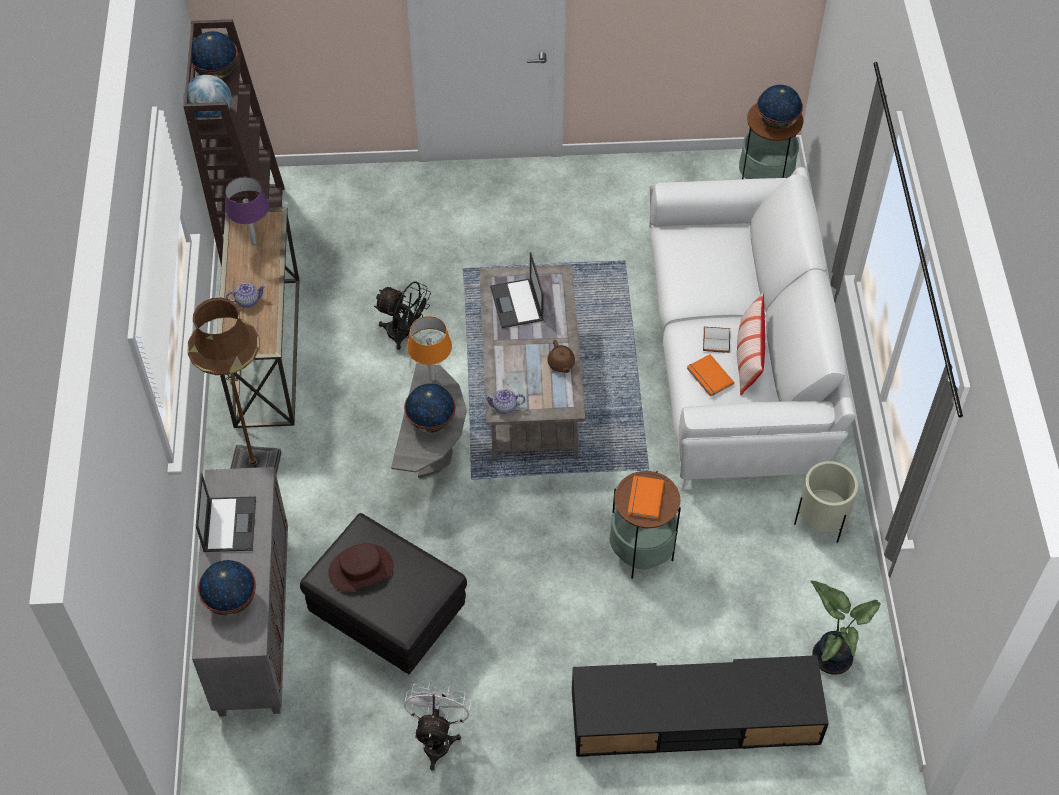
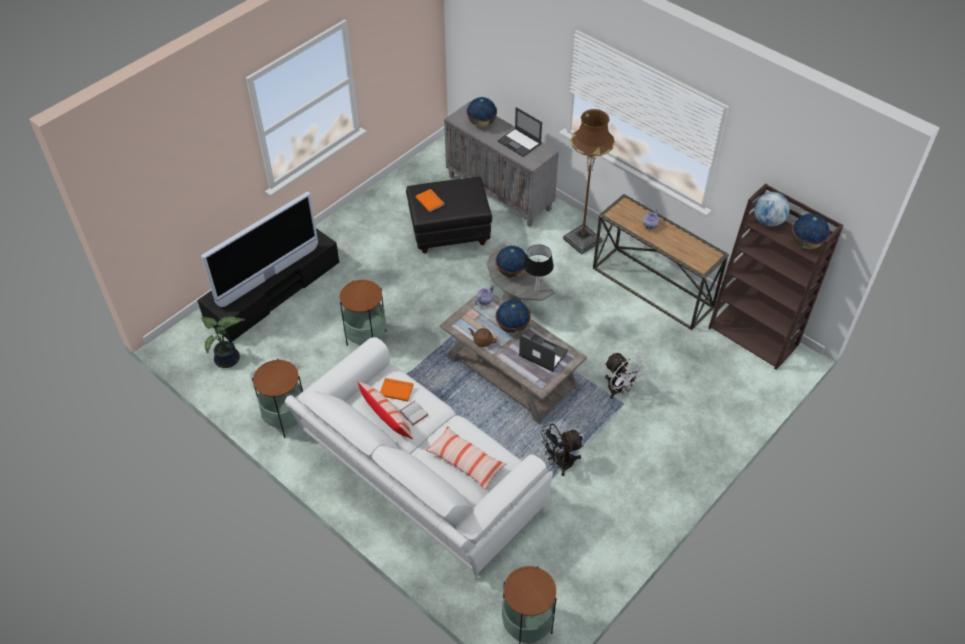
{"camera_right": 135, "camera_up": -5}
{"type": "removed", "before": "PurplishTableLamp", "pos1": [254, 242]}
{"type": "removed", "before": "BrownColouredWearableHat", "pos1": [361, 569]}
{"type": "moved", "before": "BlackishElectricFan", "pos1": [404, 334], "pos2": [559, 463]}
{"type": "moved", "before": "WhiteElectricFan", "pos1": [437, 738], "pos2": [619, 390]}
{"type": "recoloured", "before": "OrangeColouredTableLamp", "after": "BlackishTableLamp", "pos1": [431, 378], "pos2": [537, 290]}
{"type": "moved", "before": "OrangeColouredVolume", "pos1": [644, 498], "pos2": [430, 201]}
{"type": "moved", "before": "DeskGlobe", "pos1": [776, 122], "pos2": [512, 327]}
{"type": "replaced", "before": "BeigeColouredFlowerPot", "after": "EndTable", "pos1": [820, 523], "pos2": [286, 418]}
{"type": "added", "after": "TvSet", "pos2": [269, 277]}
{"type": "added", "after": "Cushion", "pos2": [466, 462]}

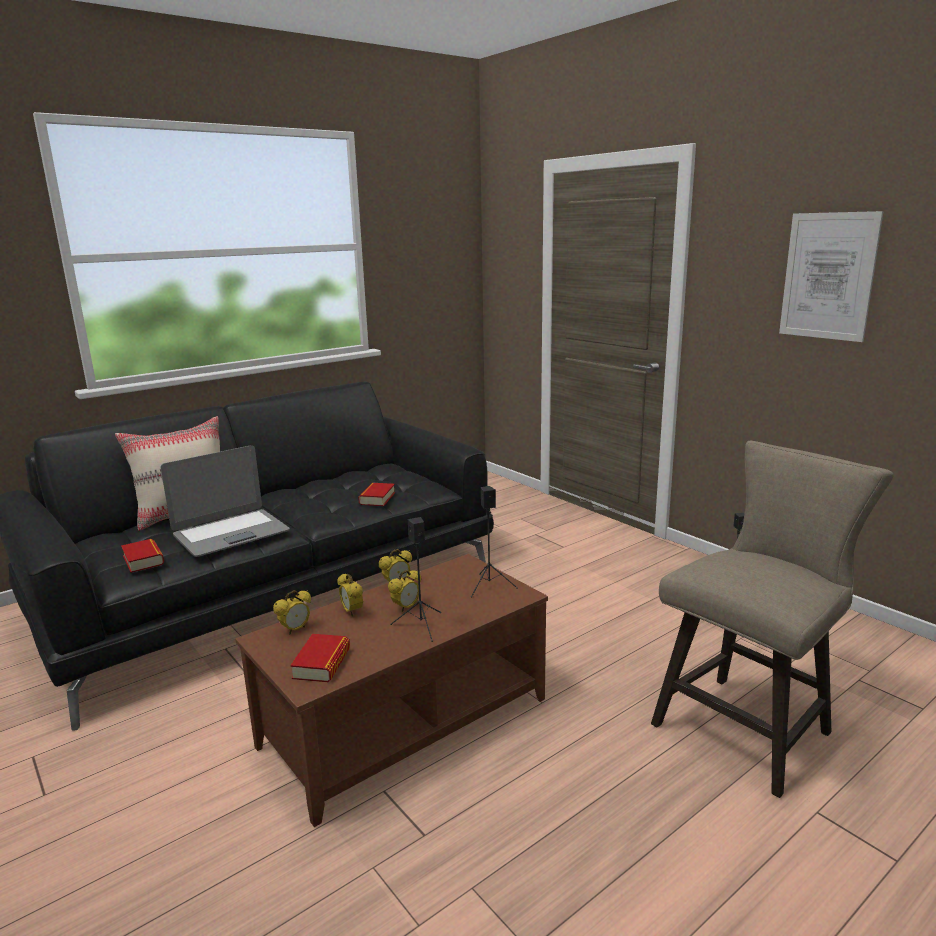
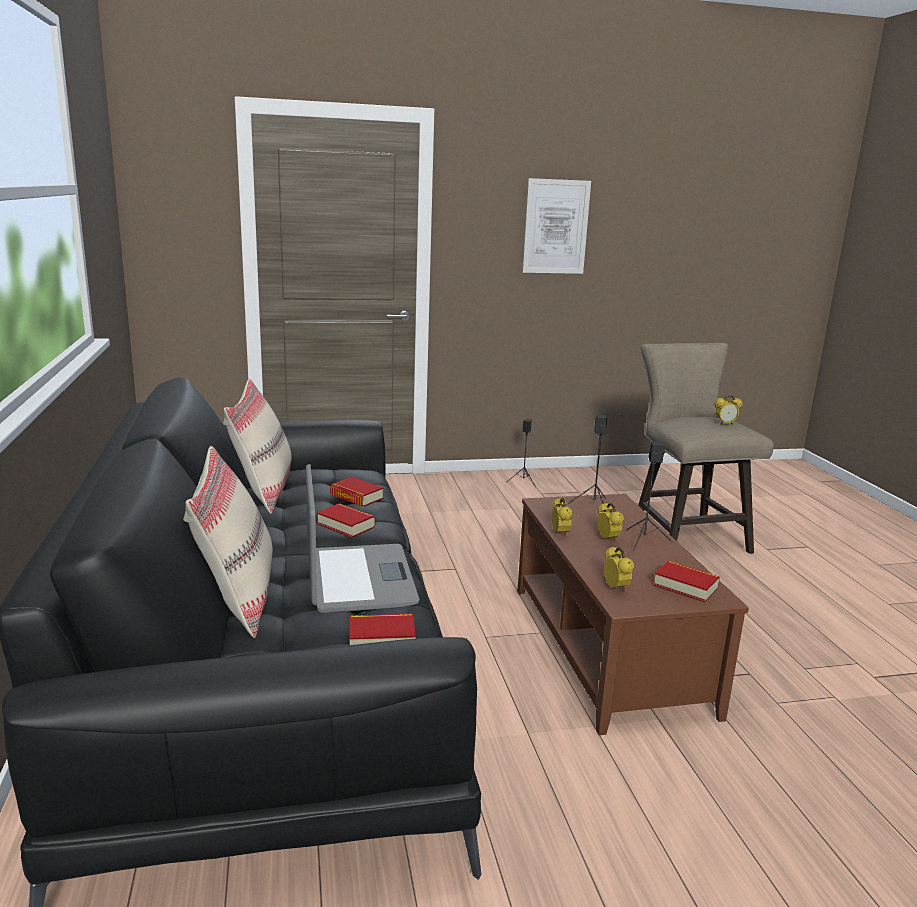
{"camera_right": -65, "camera_up": 0}
{"type": "moved", "before": "TableClock", "pos1": [352, 612], "pos2": [725, 424]}
{"type": "added", "after": "BeigeColouredCushion", "pos2": [262, 491]}
{"type": "added", "after": "Volume", "pos2": [346, 525]}

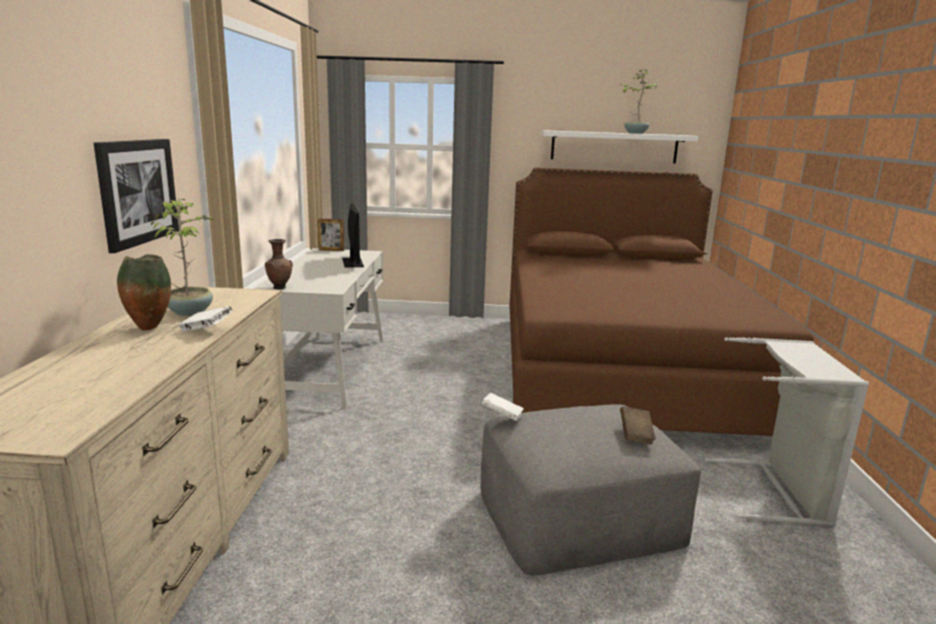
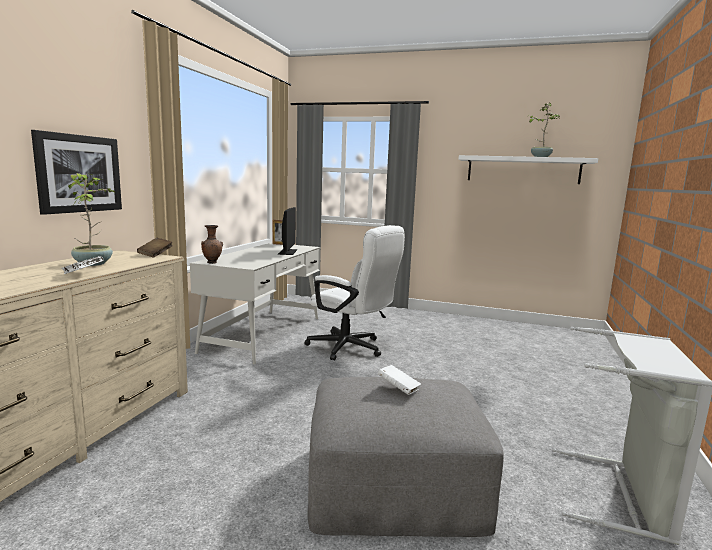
{"camera_right": 15, "camera_up": -5}
{"type": "removed", "before": "FlowerVase", "pos1": [149, 328]}
{"type": "moved", "before": "WhiteVolume", "pos1": [502, 416], "pos2": [398, 389]}
{"type": "removed", "before": "BrownColouredBedroomBed", "pos1": [620, 371]}
{"type": "moved", "before": "BrownColouredVolume", "pos1": [636, 435], "pos2": [155, 255]}
{"type": "added", "after": "WhiteComputerChair", "pos2": [351, 348]}

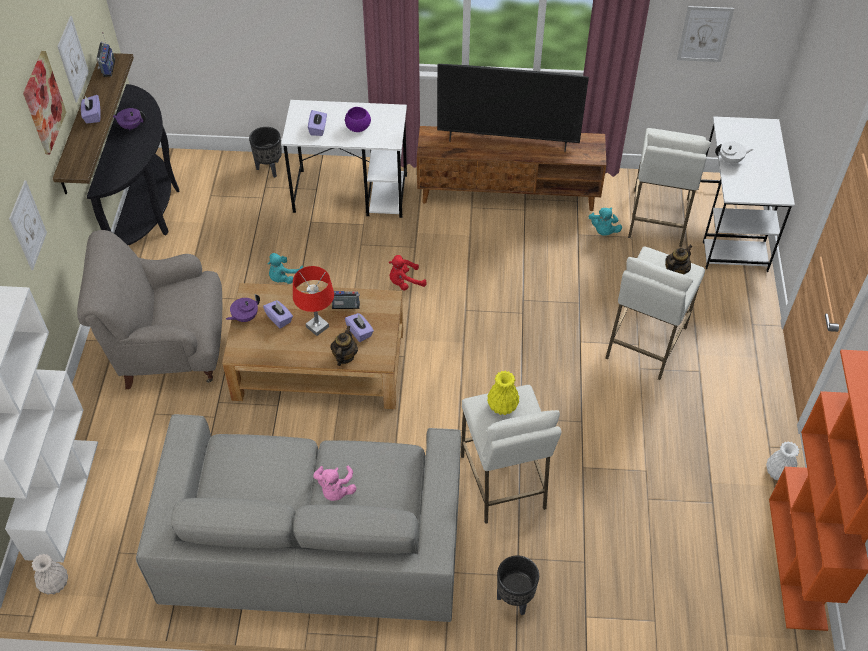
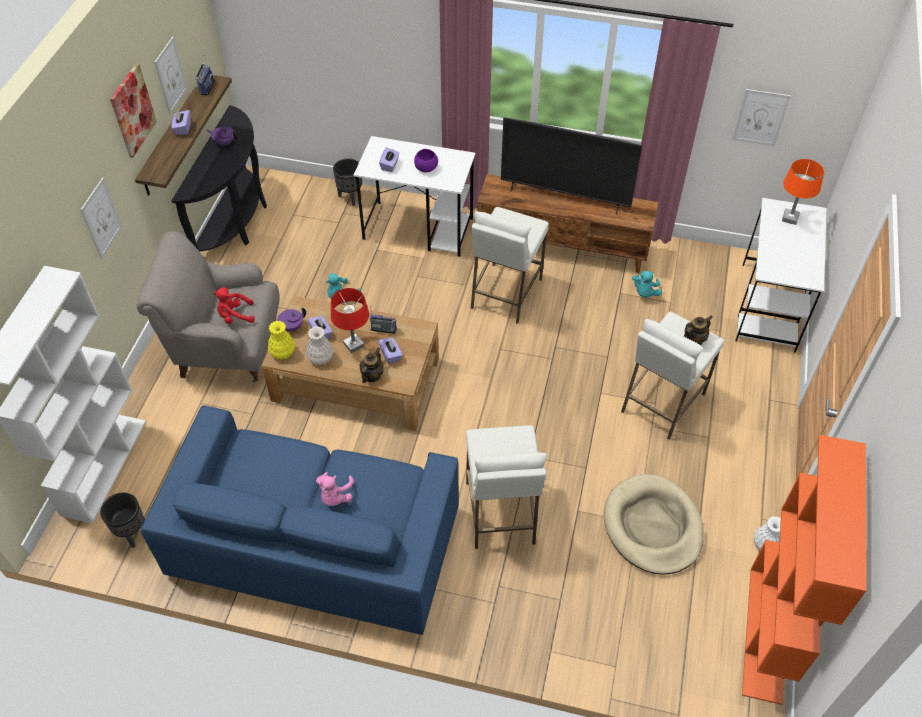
{"camera_right": 10, "camera_up": 0}
{"type": "moved", "before": "WhiteFlowerVase", "pos1": [55, 583], "pos2": [321, 358]}
{"type": "recoloured", "before": "GreyishCouch", "after": "BluishCouch", "pos1": [313, 543], "pos2": [315, 542]}
{"type": "moved", "before": "RedColouredCuddlyToy", "pos1": [405, 282], "pos2": [235, 316]}
{"type": "moved", "before": "YellowishFlowerVase", "pos1": [502, 405], "pos2": [283, 352]}
{"type": "moved", "before": "BlackishFlowerPot", "pos1": [514, 599], "pos2": [132, 533]}
{"type": "moved", "before": "WhiteStool", "pos1": [658, 218], "pos2": [505, 293]}
{"type": "removed", "before": "WhiteTeapot", "pos1": [730, 160]}
{"type": "added", "after": "BeigeColouredDogCushion", "pos2": [652, 526]}
{"type": "added", "after": "OrangeColouredTableLamp", "pos2": [790, 218]}

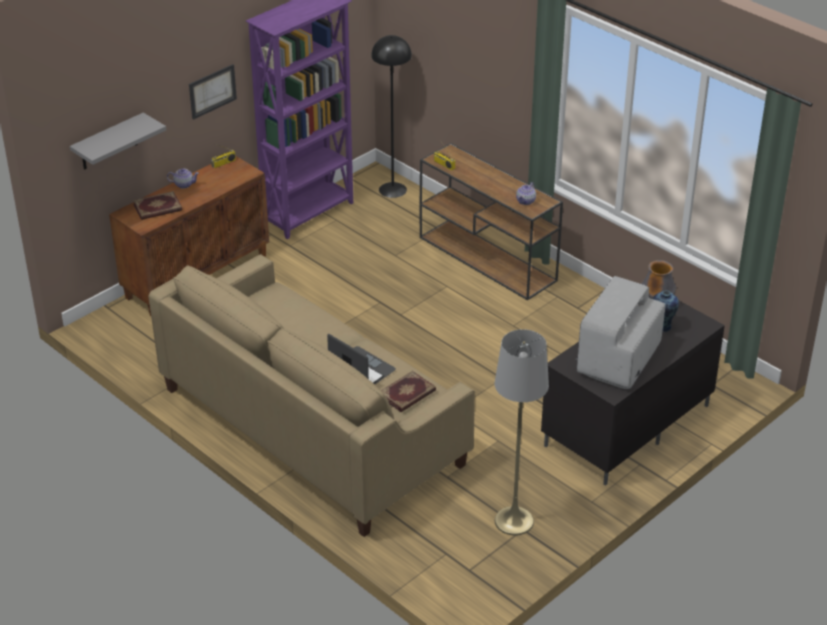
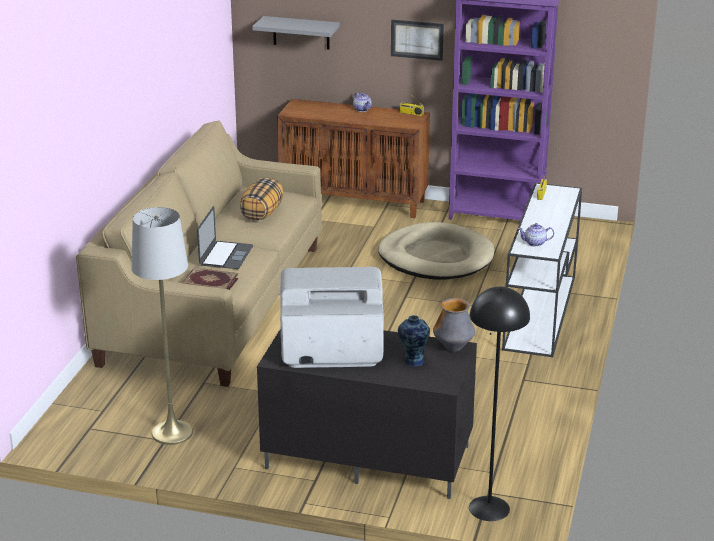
{"camera_right": 60, "camera_up": -10}
{"type": "removed", "before": "Volume", "pos1": [158, 208]}
{"type": "moved", "before": "BlackishStandingLamp", "pos1": [392, 189], "pos2": [489, 508]}
{"type": "recoloured", "before": "BrownColouredNarrowTable", "after": "WhiteNarrowTable", "pos1": [488, 259], "pos2": [540, 313]}
{"type": "added", "after": "Cushion", "pos2": [262, 213]}
{"type": "added", "after": "BeigeColouredDogCushion", "pos2": [436, 257]}

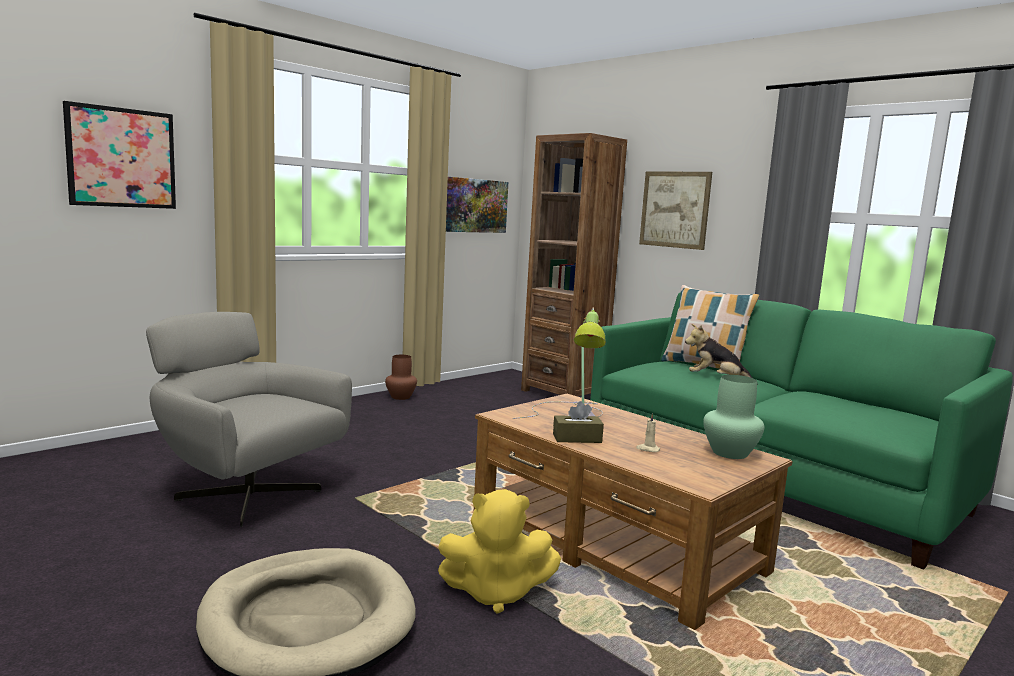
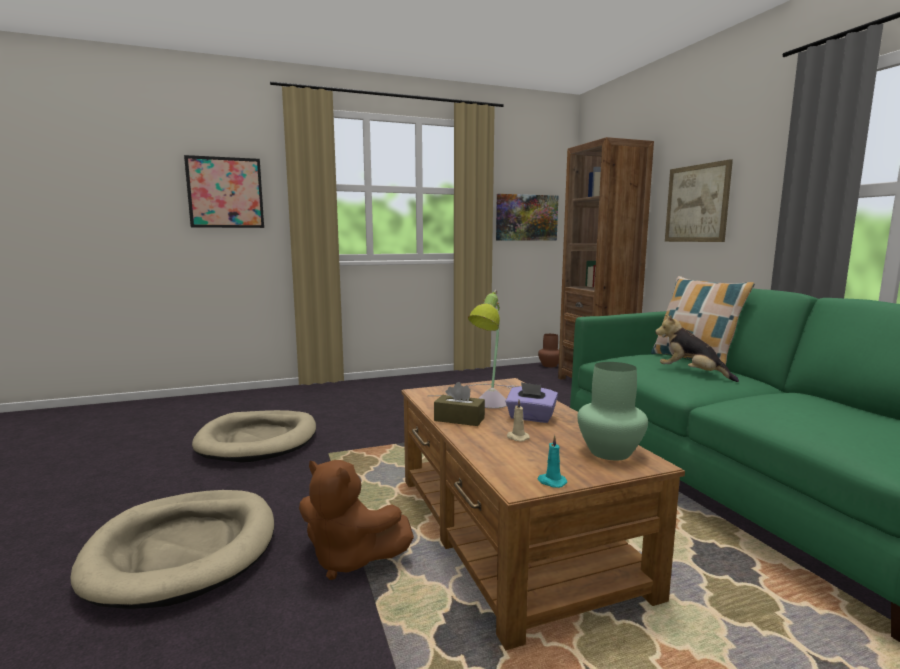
{"camera_right": 25, "camera_up": 0}
{"type": "replaced", "before": "GreyishArmchair", "after": "BeigeColouredDogCushion", "pos1": [245, 494], "pos2": [258, 440]}
{"type": "moved", "before": "BrownColouredFlowerVase", "pos1": [401, 397], "pos2": [550, 365]}
{"type": "recoloured", "before": "YellowishCuddlyToy", "after": "BrownColouredCuddlyToy", "pos1": [495, 593], "pos2": [349, 559]}
{"type": "added", "after": "PurplishTissueBox", "pos2": [531, 417]}
{"type": "added", "after": "TurquoiseCandle", "pos2": [551, 482]}

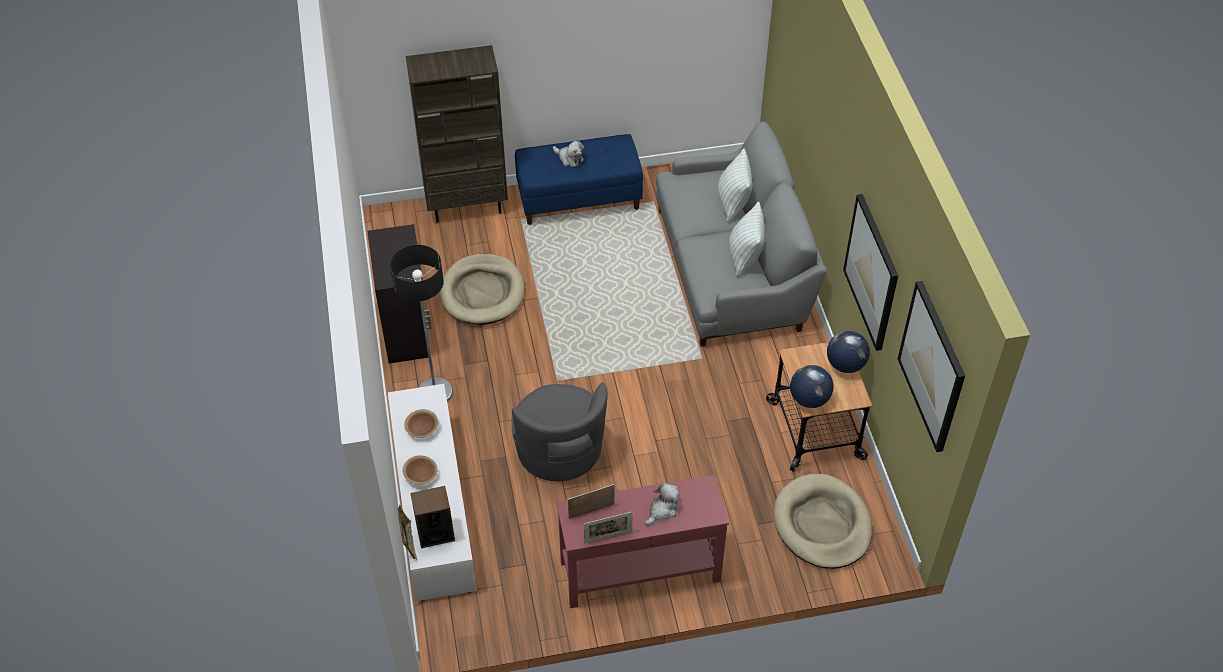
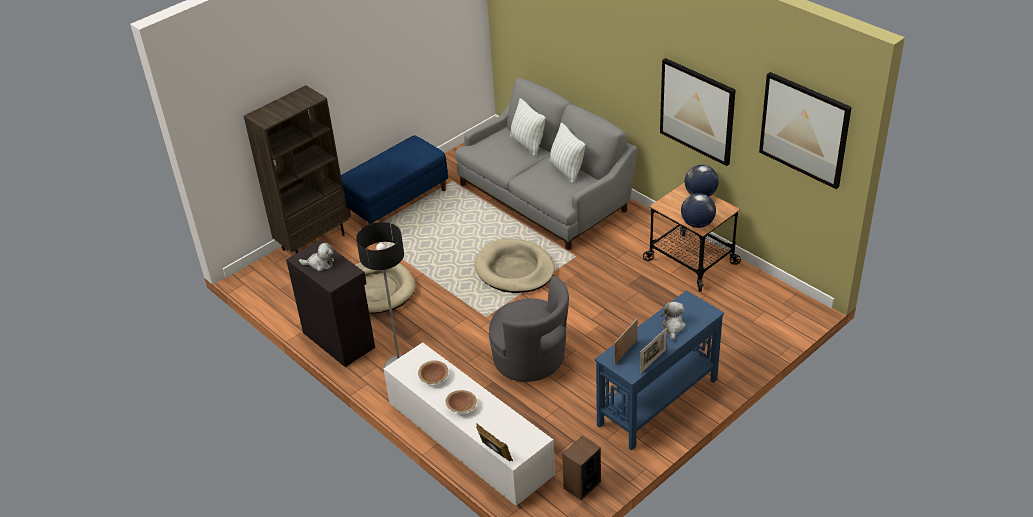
{"camera_right": -30, "camera_up": -10}
{"type": "moved", "before": "Loudspeaker", "pos1": [435, 533], "pos2": [582, 485]}
{"type": "moved", "before": "CuddlyToy", "pos1": [569, 158], "pos2": [320, 264]}
{"type": "recoloured", "before": "RedColouredNarrowTable", "after": "BluishNarrowTable", "pos1": [639, 571], "pos2": [657, 402]}
{"type": "moved", "before": "BeigeColouredDogCushion", "pos1": [822, 524], "pos2": [515, 269]}

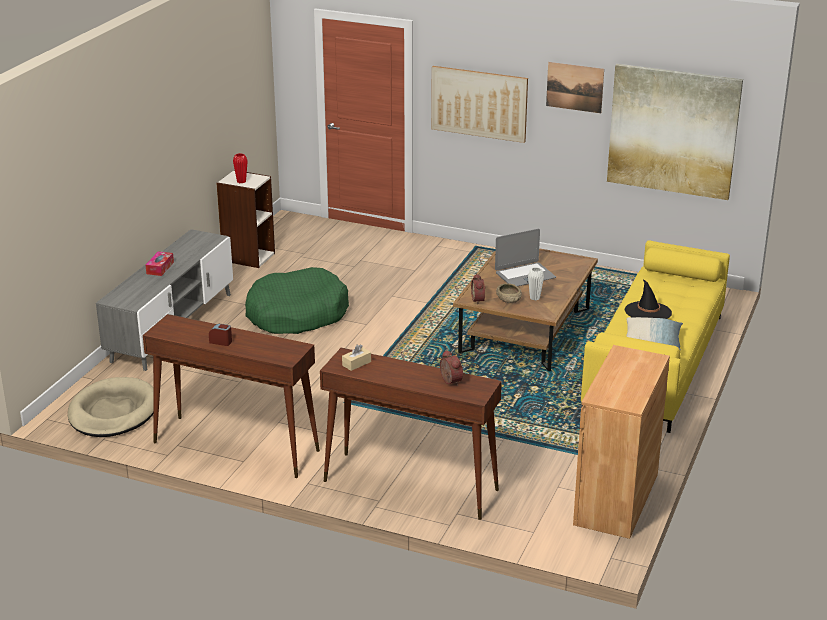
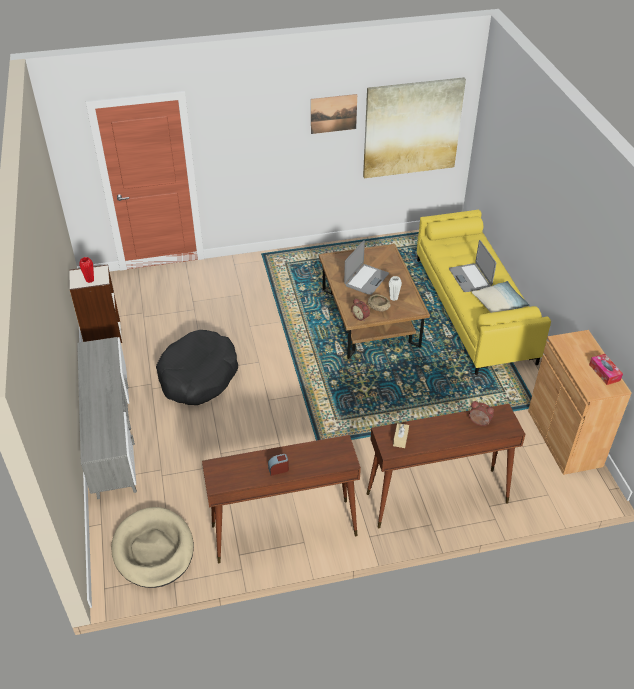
{"camera_right": -35, "camera_up": 15}
{"type": "moved", "before": "TissueBox", "pos1": [160, 268], "pos2": [604, 372]}
{"type": "recoloured", "before": "GreenDogCushion", "after": "BlackishDogCushion", "pos1": [296, 314], "pos2": [198, 376]}
{"type": "removed", "before": "Picture", "pos1": [479, 103]}
{"type": "replaced", "before": "BlackishWearableHat", "after": "Laptop", "pos1": [648, 312], "pos2": [470, 278]}

